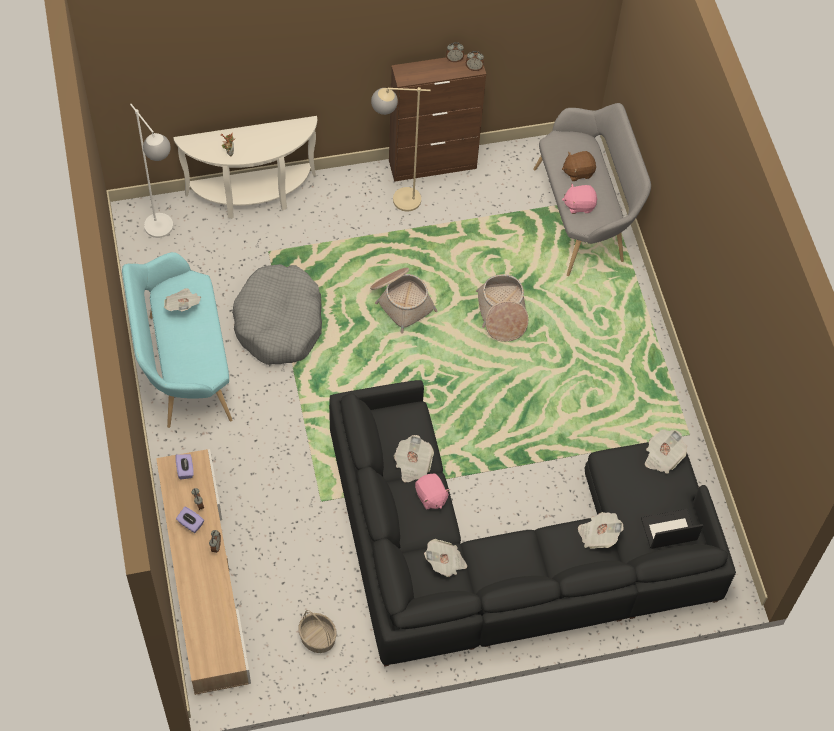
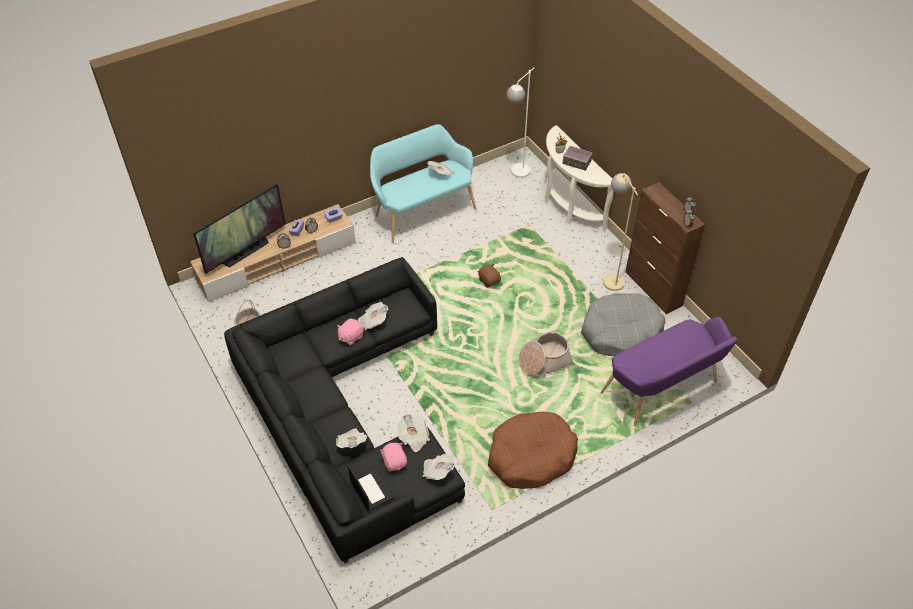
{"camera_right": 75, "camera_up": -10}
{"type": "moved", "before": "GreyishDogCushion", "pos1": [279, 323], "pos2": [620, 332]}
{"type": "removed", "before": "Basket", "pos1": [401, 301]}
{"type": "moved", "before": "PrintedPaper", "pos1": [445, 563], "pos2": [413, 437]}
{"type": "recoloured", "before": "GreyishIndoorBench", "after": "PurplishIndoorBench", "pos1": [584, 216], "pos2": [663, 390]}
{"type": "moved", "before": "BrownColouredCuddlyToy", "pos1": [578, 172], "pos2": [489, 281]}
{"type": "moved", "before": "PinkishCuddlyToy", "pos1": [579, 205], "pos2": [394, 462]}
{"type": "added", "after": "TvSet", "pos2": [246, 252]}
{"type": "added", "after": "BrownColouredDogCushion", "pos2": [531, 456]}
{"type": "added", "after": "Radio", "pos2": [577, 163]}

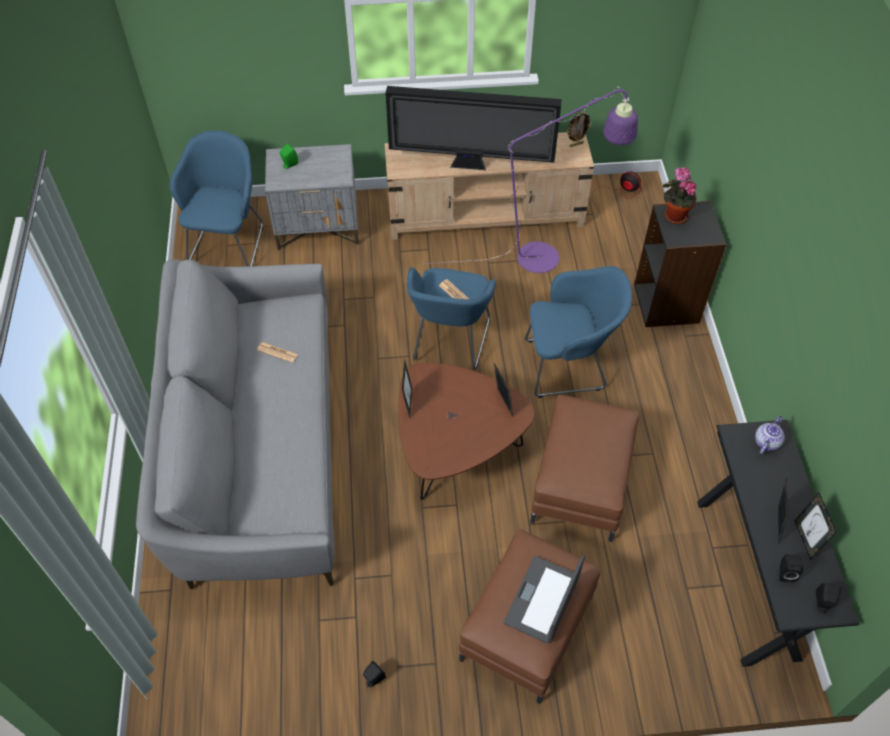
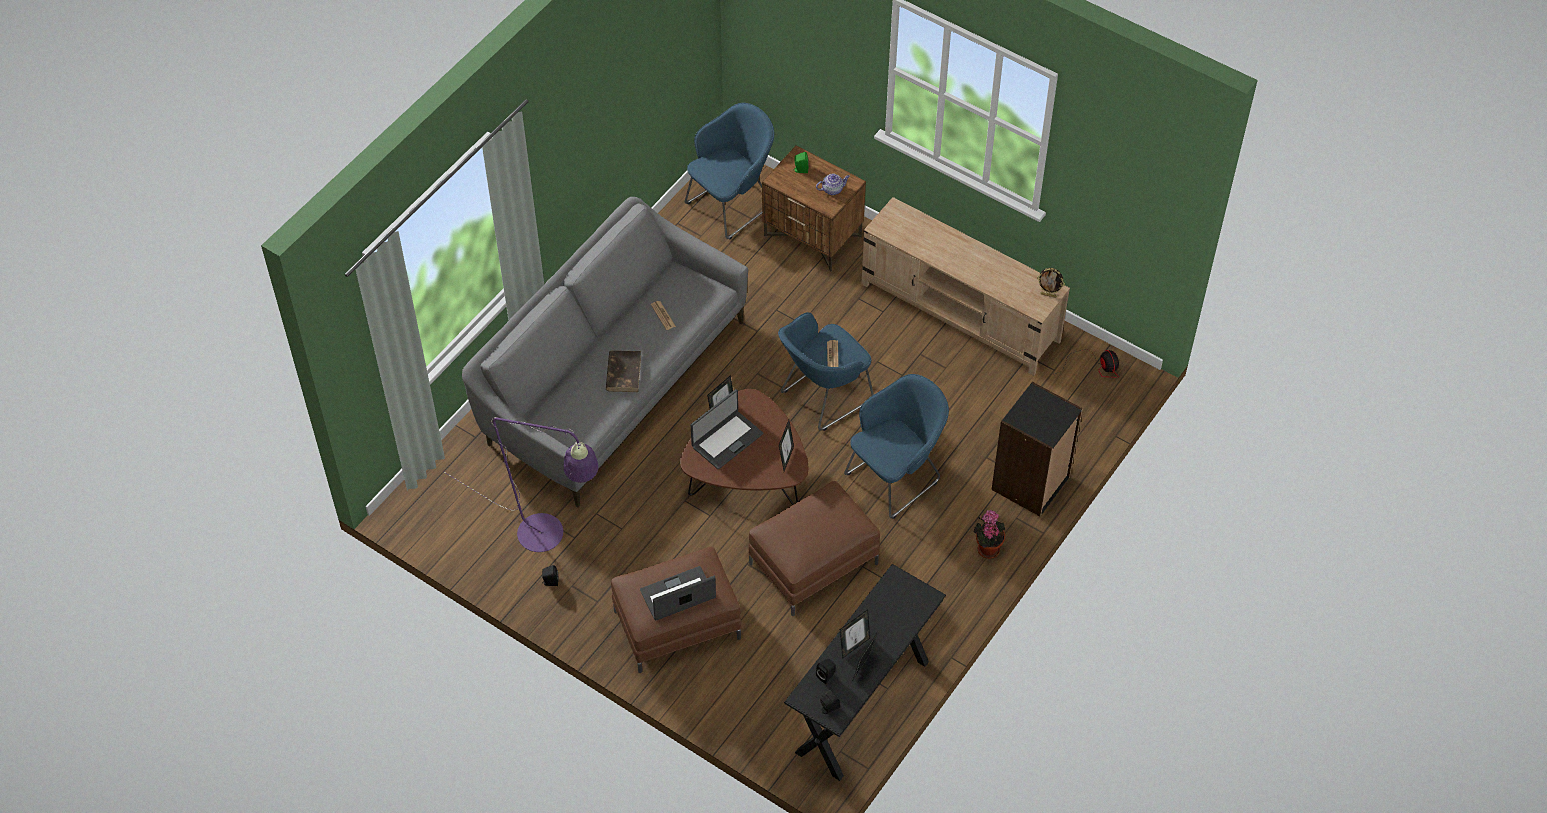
{"camera_right": 40, "camera_up": 0}
{"type": "recoloured", "before": "GreyishNightstand", "after": "BrownColouredNightstand", "pos1": [318, 227], "pos2": [813, 236]}
{"type": "removed", "before": "TvSet", "pos1": [471, 165]}
{"type": "moved", "before": "PurplishStandingLamp", "pos1": [549, 256], "pos2": [550, 538]}
{"type": "turned", "before": "BluishArmchair", "pos1": [568, 365], "pos2": [896, 476], "turn": -75}
{"type": "moved", "before": "Houseplant", "pos1": [673, 216], "pos2": [987, 548]}
{"type": "moved", "before": "Teapot", "pos1": [766, 442], "pos2": [833, 189]}
{"type": "added", "after": "BrownColouredVolume", "pos2": [623, 372]}
{"type": "added", "after": "Laptop", "pos2": [726, 440]}

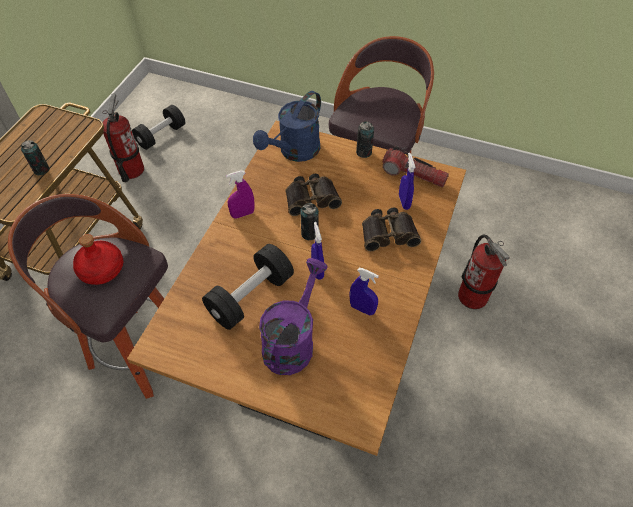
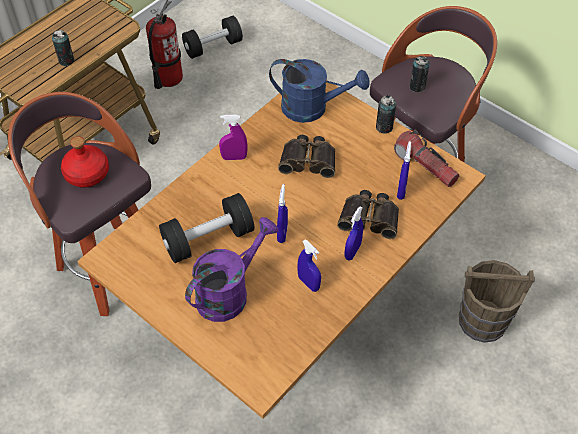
{"camera_right": 20, "camera_up": 0}
{"type": "turned", "before": "BluishWateringPot", "pos1": [294, 152], "pos2": [312, 108], "turn": -135}
{"type": "moved", "before": "SealedCan", "pos1": [309, 233], "pos2": [417, 86]}
{"type": "replaced", "before": "FireExtinguisher", "after": "BrownColouredBucket", "pos1": [473, 296], "pos2": [483, 321]}
{"type": "added", "after": "BluishSprayer", "pos2": [352, 251]}

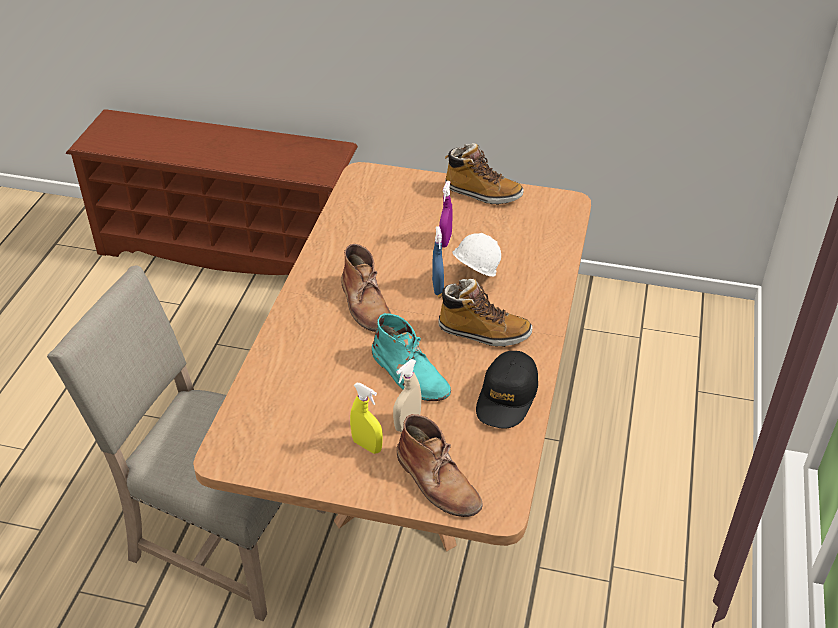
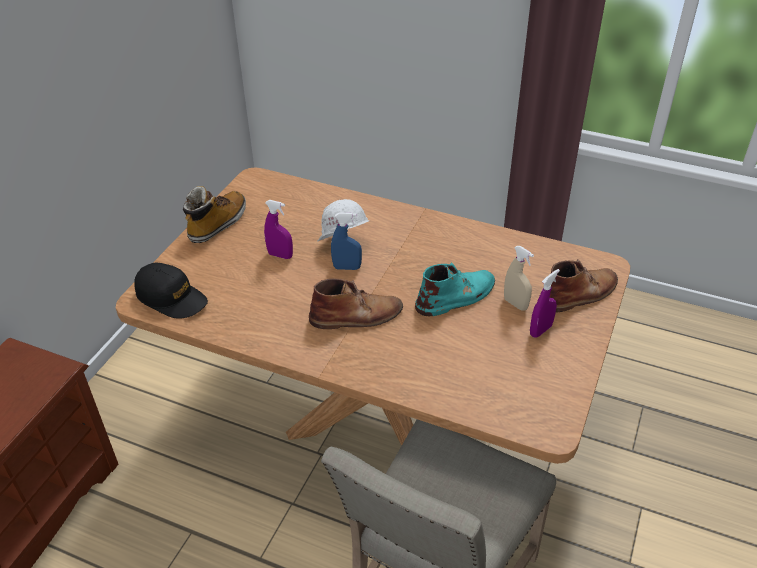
{"camera_right": -80, "camera_up": 0}
{"type": "recoloured", "before": "YellowishSprayer", "after": "PurplishSprayer", "pos1": [367, 445], "pos2": [540, 330]}
{"type": "removed", "before": "TallBoot", "pos1": [483, 333]}
{"type": "moved", "before": "BlackishPeakedCap", "pos1": [507, 397], "pos2": [172, 298]}

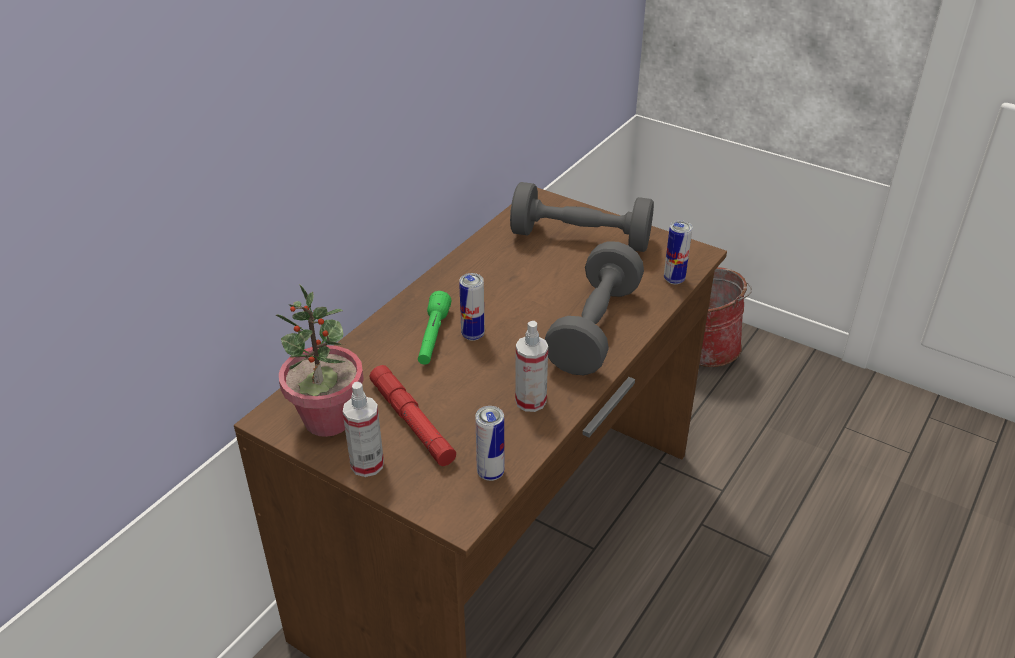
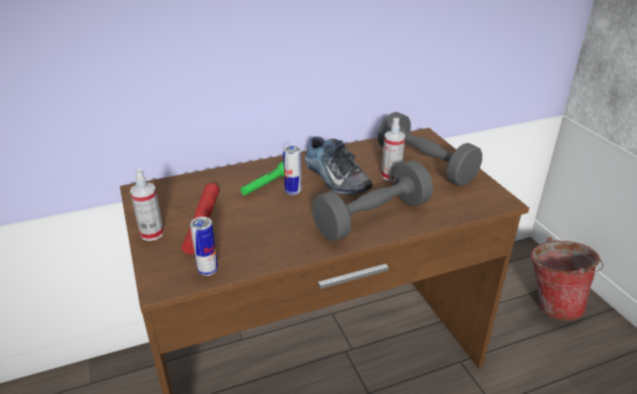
{"camera_right": 35, "camera_up": -5}
{"type": "removed", "before": "Houseplant", "pos1": [328, 420]}
{"type": "moved", "before": "Sprayer", "pos1": [530, 401], "pos2": [391, 176]}
{"type": "removed", "before": "SealedCan", "pos1": [674, 279]}
{"type": "added", "after": "LowShoe", "pos2": [334, 178]}

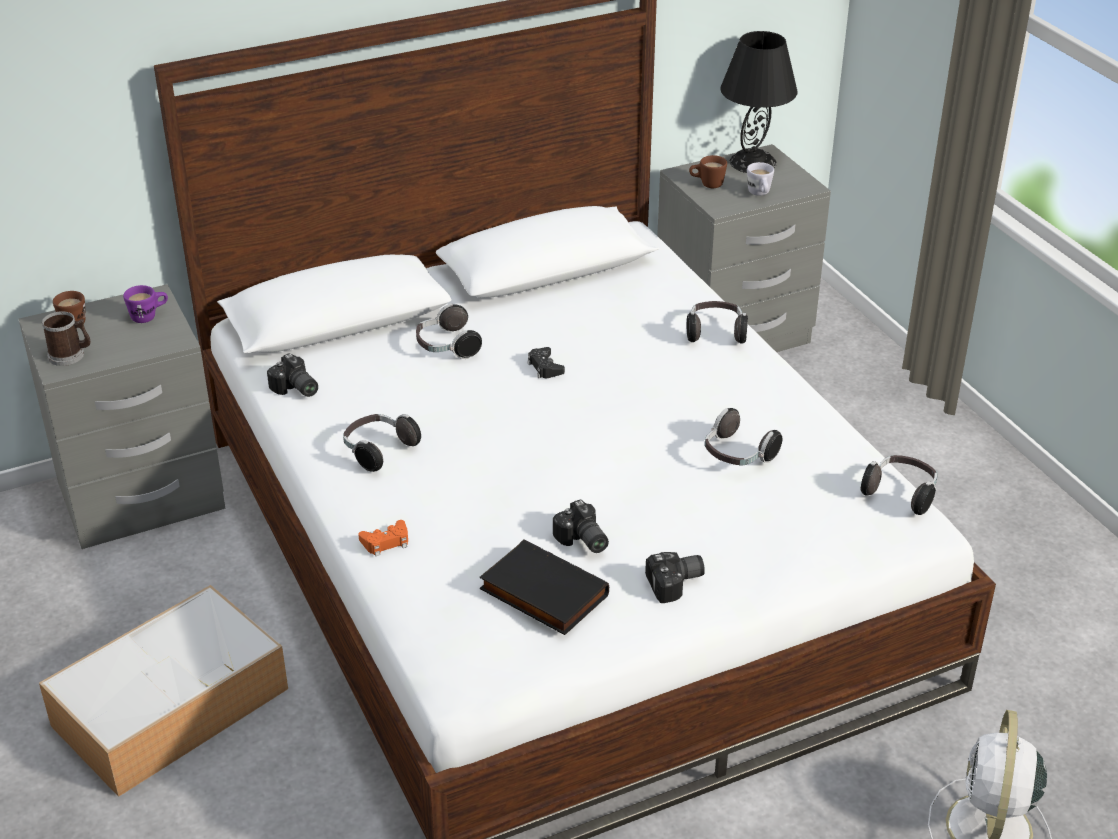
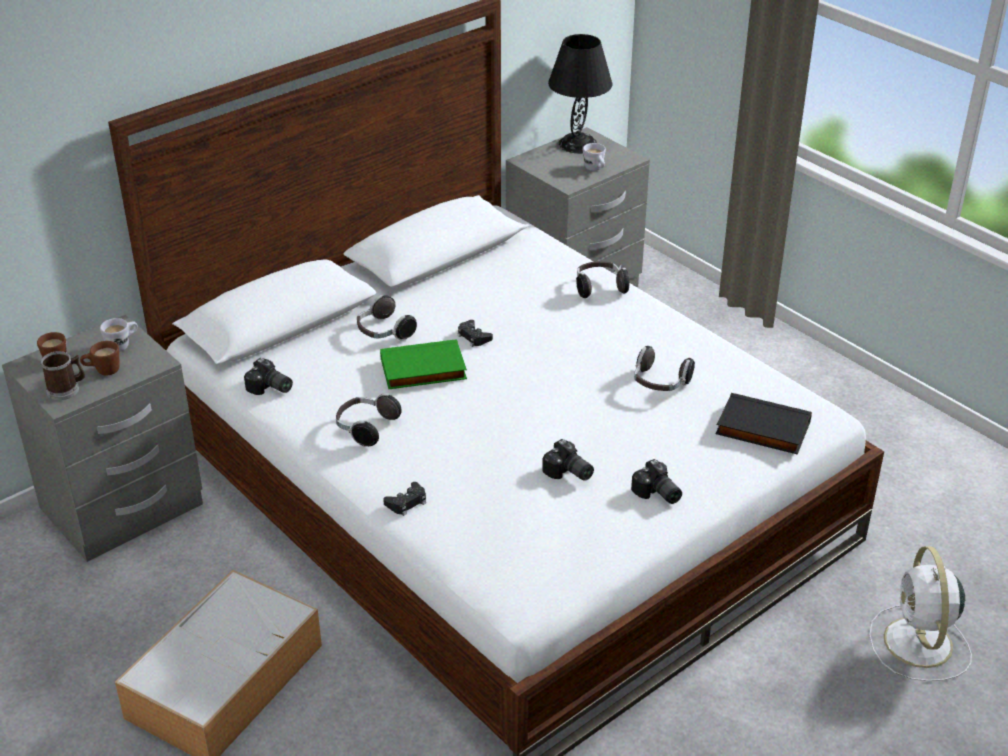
{"camera_right": -15, "camera_up": 0}
{"type": "recoloured", "before": "PurplishCoffeeMug", "after": "WhiteCoffeeMug", "pos1": [149, 316], "pos2": [122, 345]}
{"type": "recoloured", "before": "OrangeColouredGameController", "after": "BlackishGameController", "pos1": [386, 542], "pos2": [407, 502]}
{"type": "moved", "before": "BlackishVolume", "pos1": [541, 593], "pos2": [761, 429]}
{"type": "turned", "before": "StillCamera", "pos1": [676, 584], "pos2": [657, 494], "turn": 90}
{"type": "moved", "before": "BrownColouredCoffeeMug", "pos1": [707, 184], "pos2": [103, 371]}
{"type": "removed", "before": "Headset", "pos1": [901, 494]}
{"type": "added", "after": "GreenVolume", "pos2": [423, 370]}

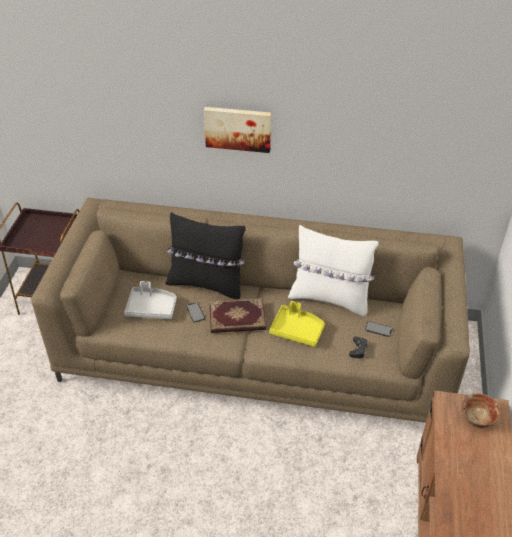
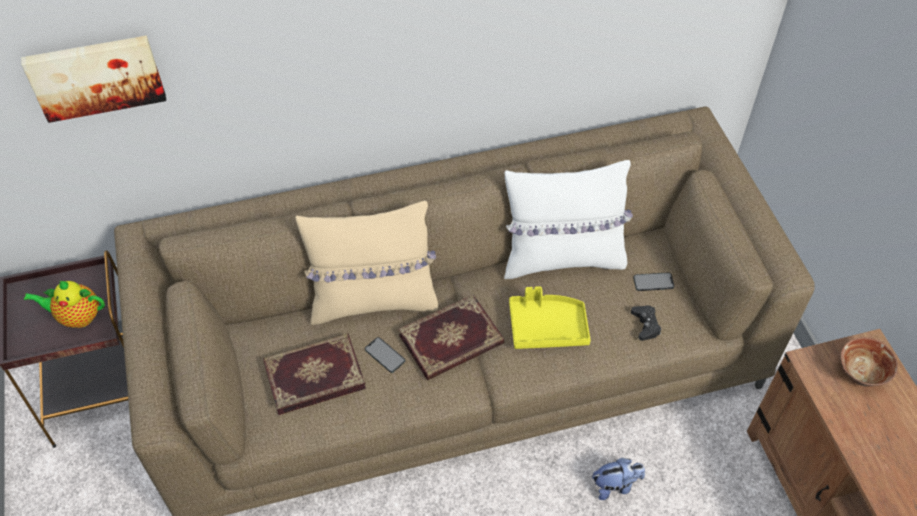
{"camera_right": -25, "camera_up": 10}
{"type": "replaced", "before": "GreyishCarryingTray", "after": "Volume", "pos1": [151, 308], "pos2": [314, 374]}
{"type": "recoloured", "before": "BlackishCushion", "after": "BeigeColouredCushion", "pos1": [207, 284], "pos2": [373, 300]}
{"type": "moved", "before": "Picture", "pos1": [238, 128], "pos2": [96, 76]}
{"type": "added", "after": "Teapot", "pos2": [77, 317]}
{"type": "added", "after": "CuddlyToy", "pos2": [615, 485]}

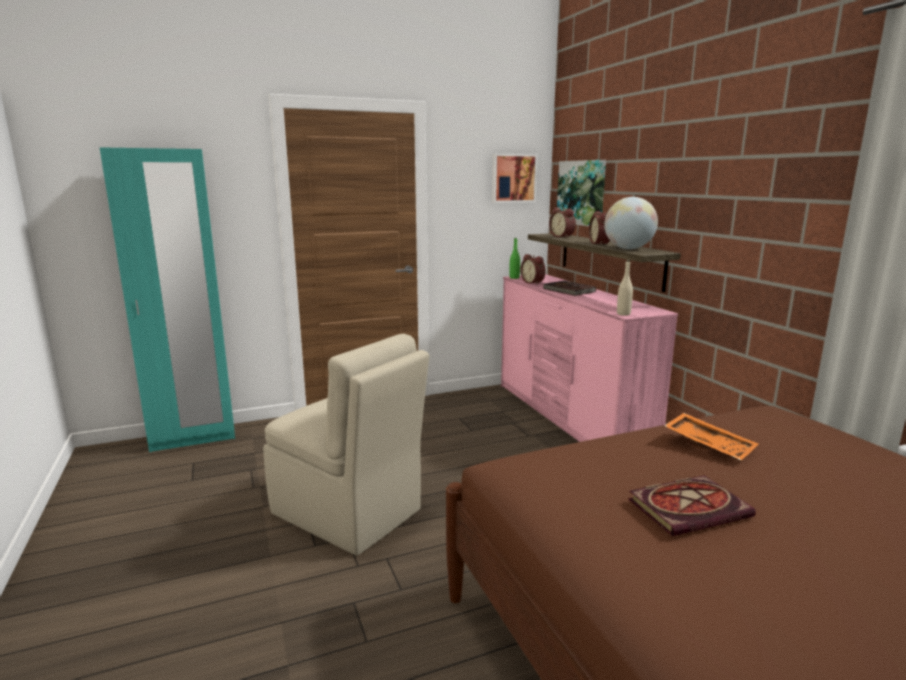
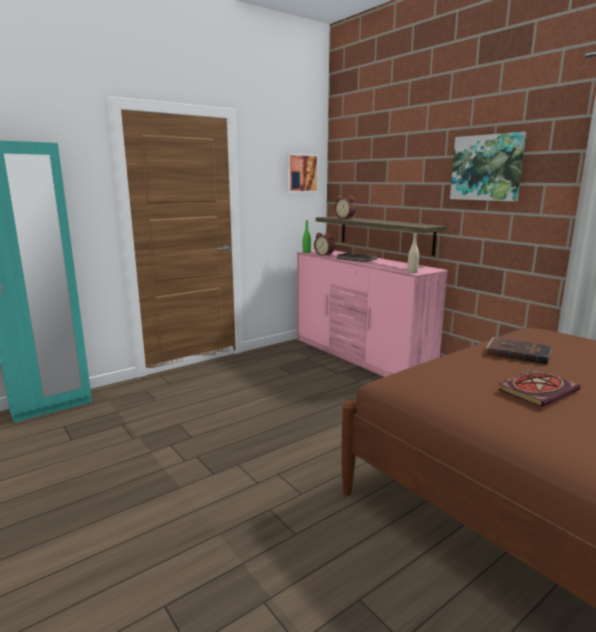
{"camera_right": -15, "camera_up": 0}
{"type": "removed", "before": "BeigeColouredUprightChair", "pos1": [348, 513]}
{"type": "moved", "before": "Picture", "pos1": [582, 193], "pos2": [487, 168]}
{"type": "removed", "before": "TableClock", "pos1": [601, 244]}
{"type": "removed", "before": "DeskGlobe", "pos1": [628, 249]}
{"type": "replaced", "before": "OrangeColouredCarryingTray", "after": "BrownColouredVolume", "pos1": [709, 445], "pos2": [518, 352]}

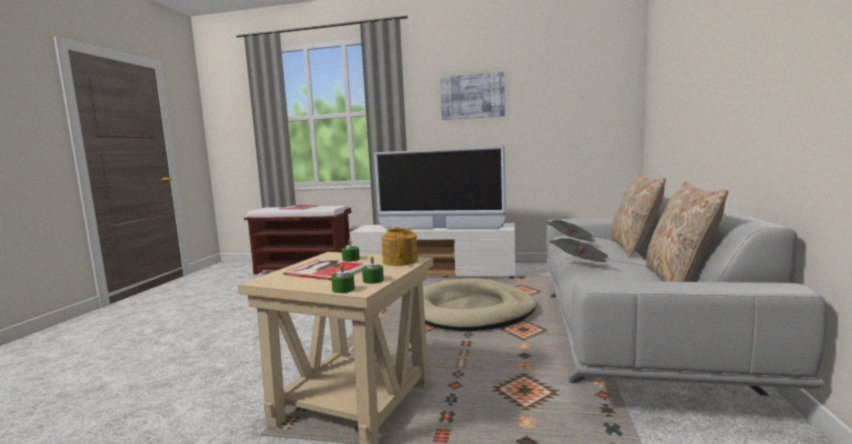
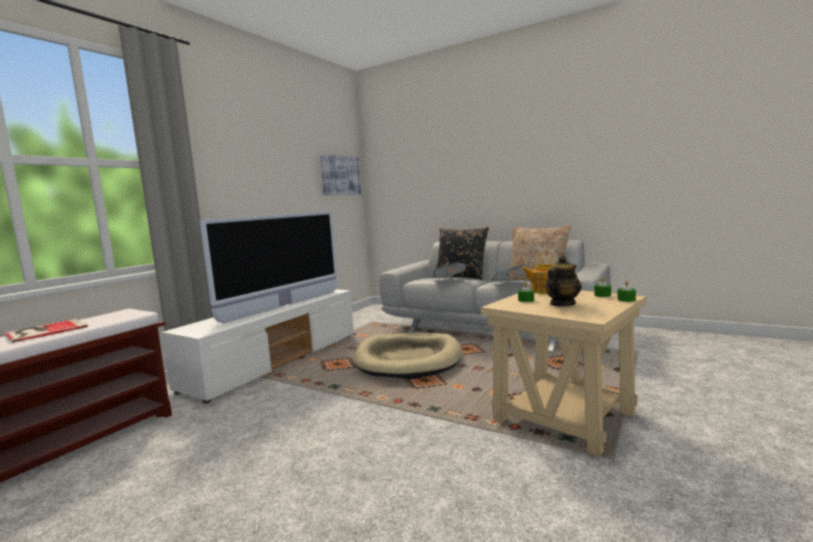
{"camera_right": -70, "camera_up": 0}
{"type": "replaced", "before": "Volume", "after": "Teapot", "pos1": [327, 269], "pos2": [562, 304]}
{"type": "moved", "before": "Picture", "pos1": [472, 96], "pos2": [340, 175]}
{"type": "recoloured", "before": "BeigeColouredCushion", "after": "BlackishCushion", "pos1": [634, 248], "pos2": [461, 277]}

